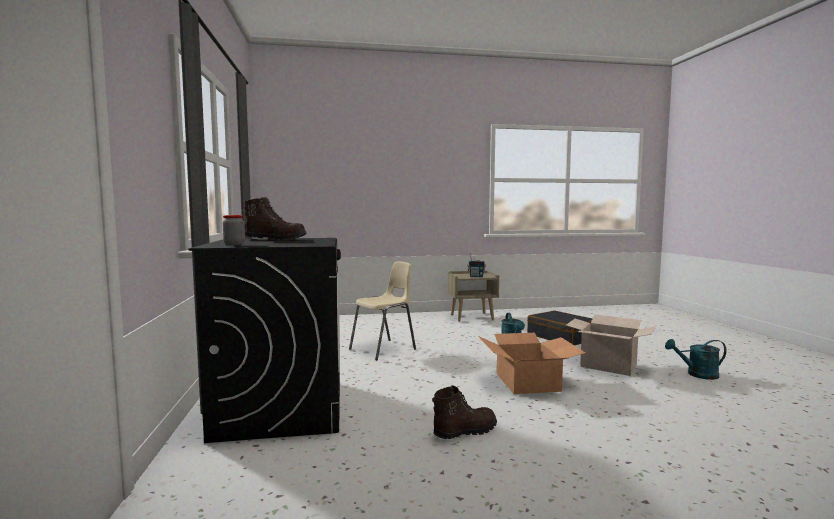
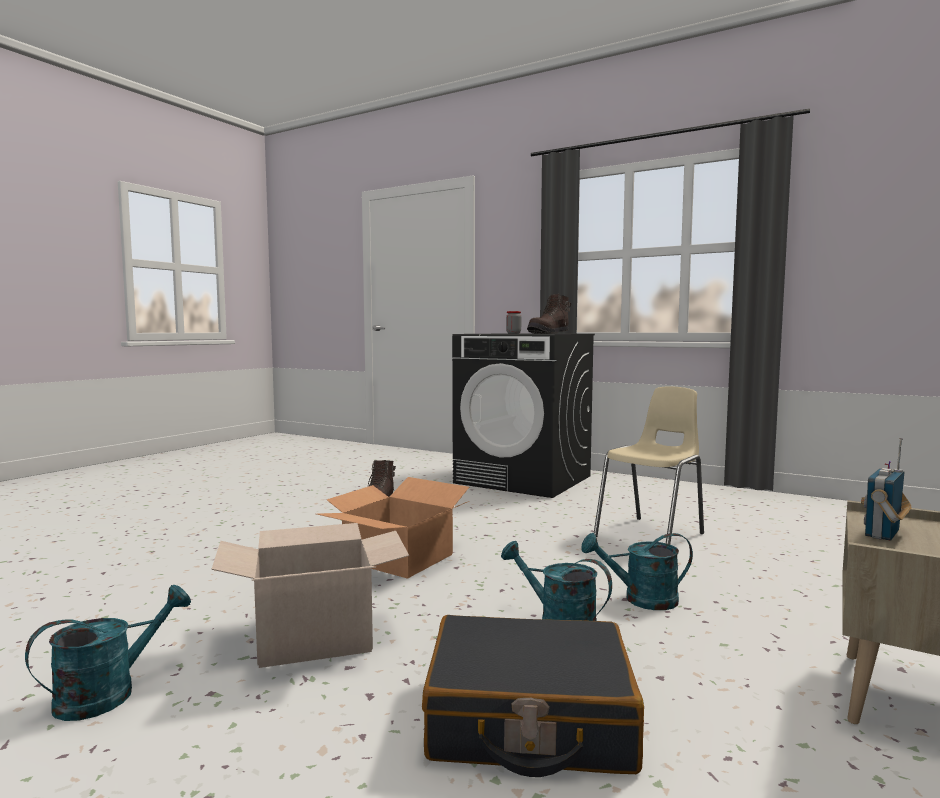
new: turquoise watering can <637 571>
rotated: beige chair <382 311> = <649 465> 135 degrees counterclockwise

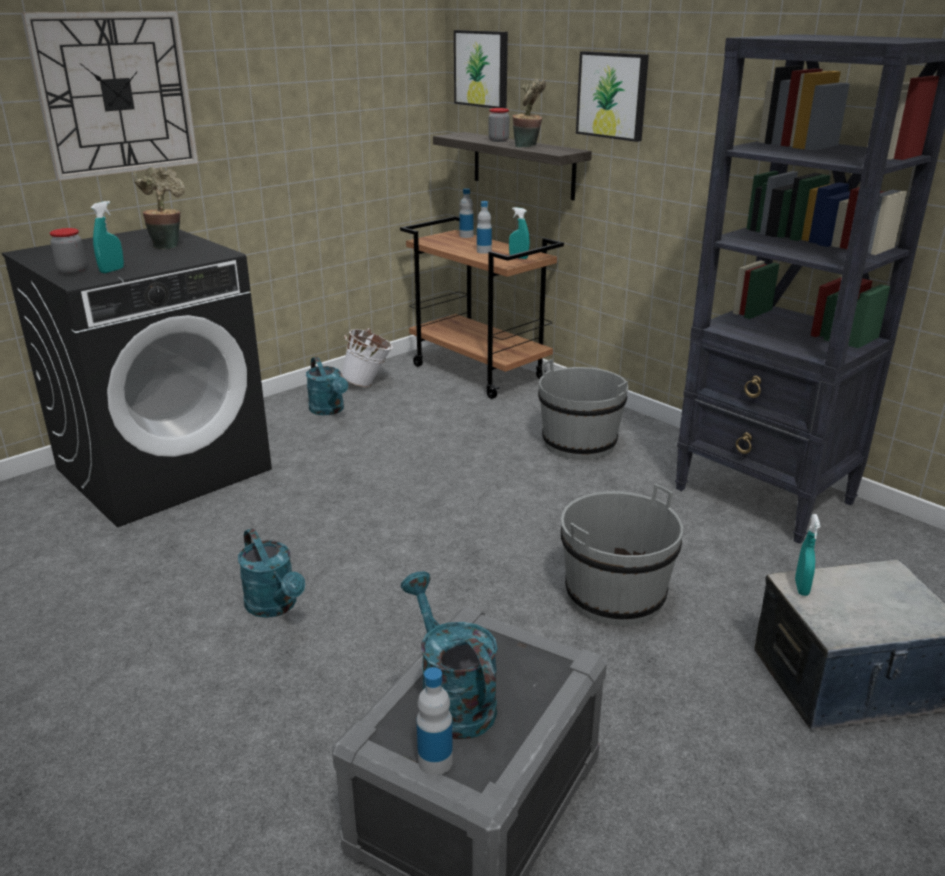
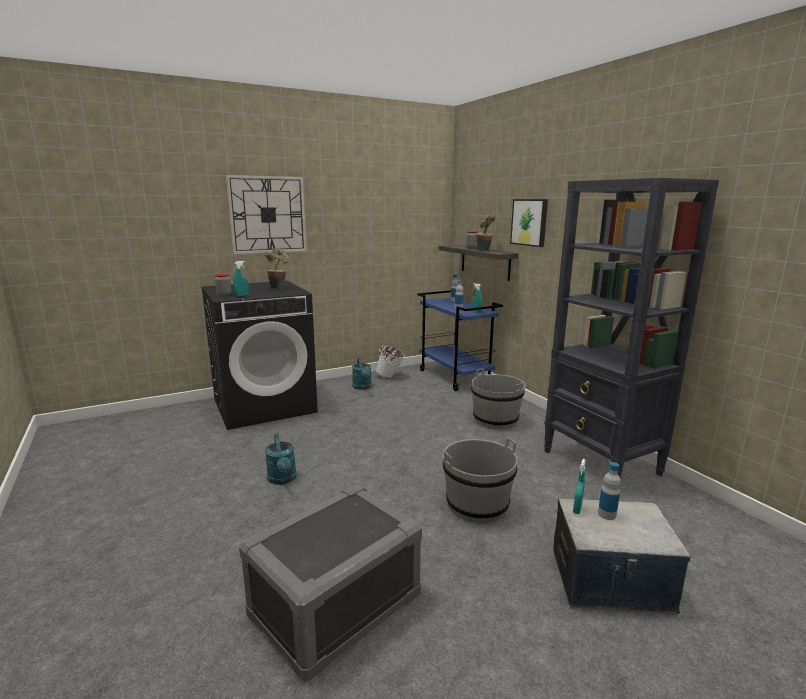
gone: turquoise watering can <449 655>; picture <481 69>
shifted: bottle <434 721> to <609 491>
repainted: brown cart <482 307> to blue cart <460 340>

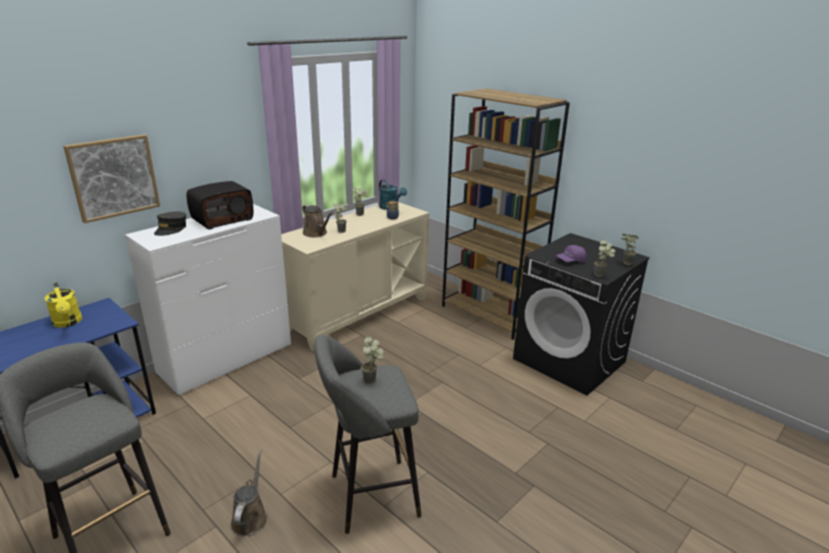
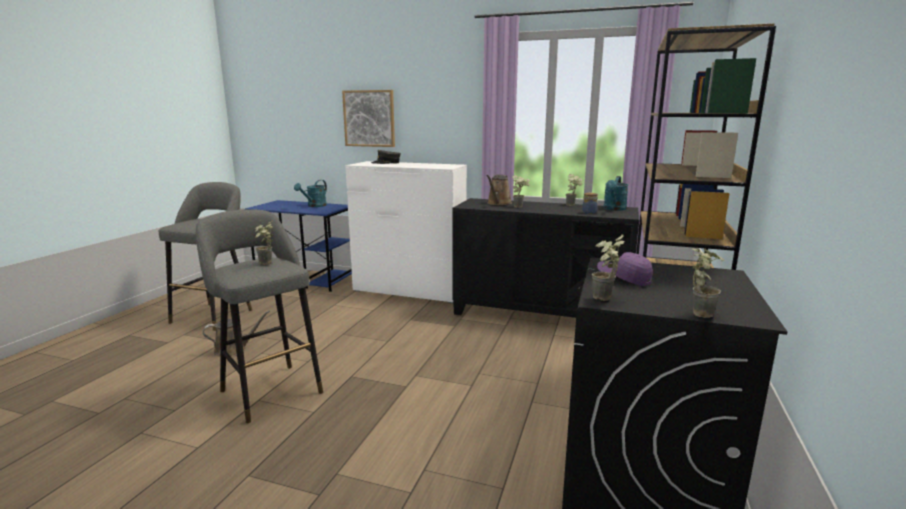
gone: radio <220 205>
repainted: yellow watering can <63 305> to turquoise watering can <310 193>; beige cabinet <355 277> to black cabinet <545 258>

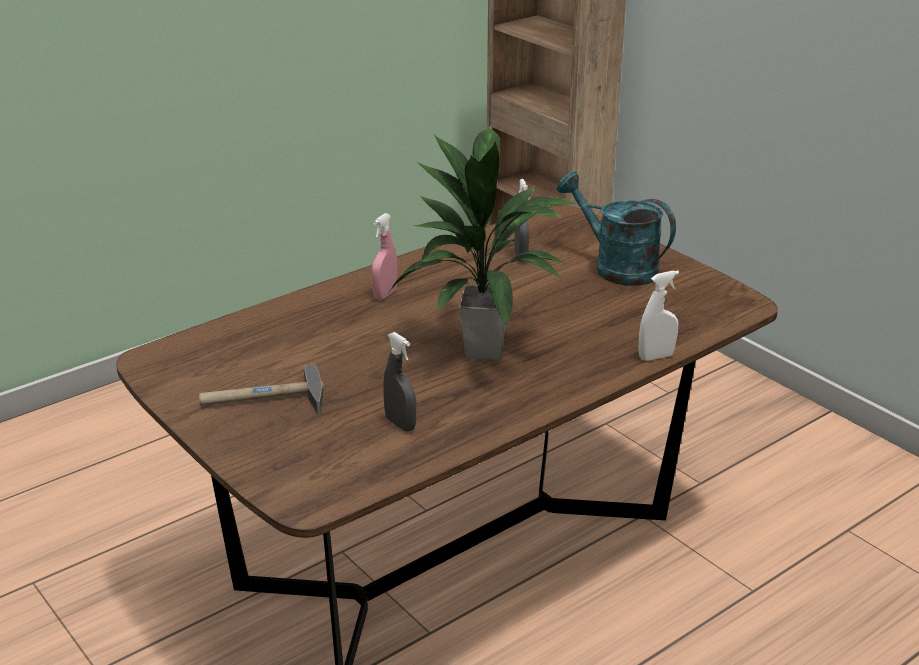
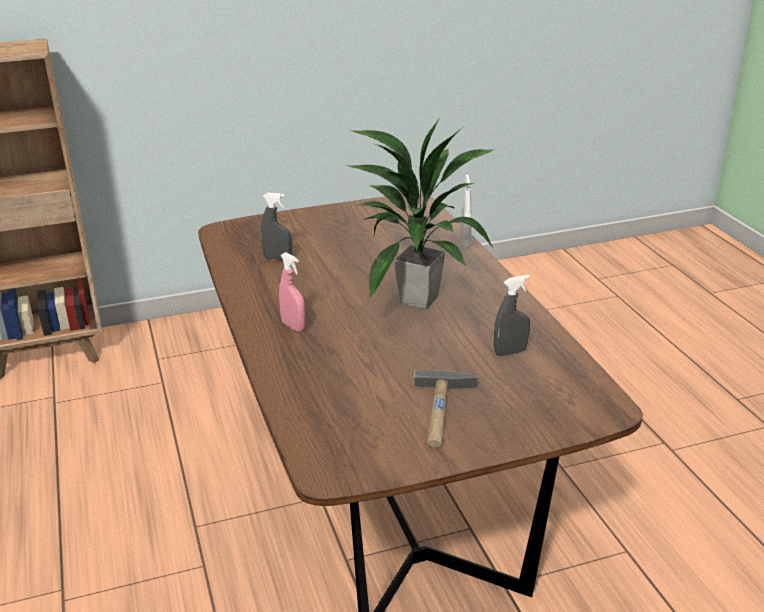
gone: turquoise watering can <616 229>

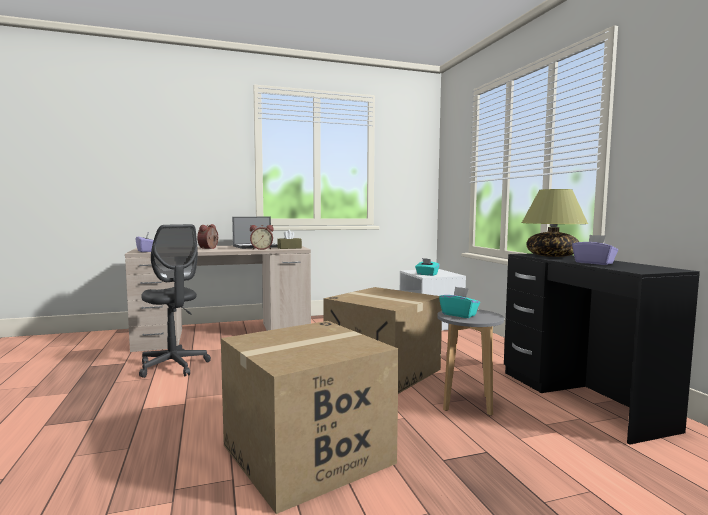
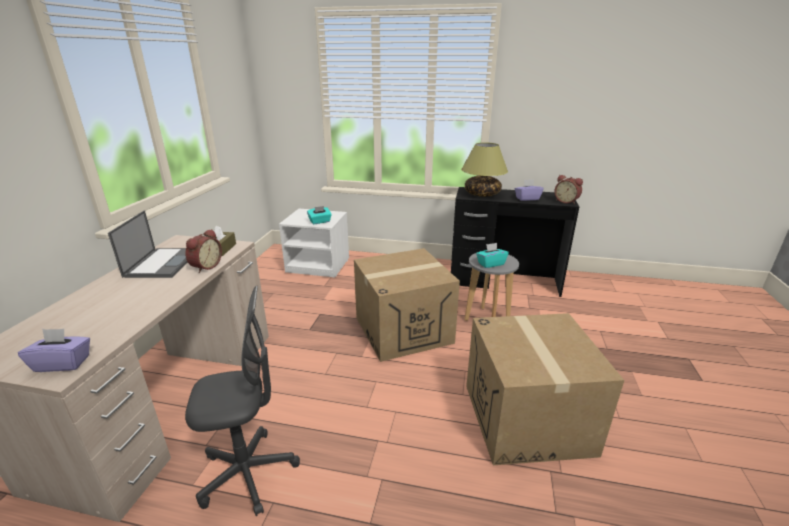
shifted: alarm clock <207 236> to <568 189>

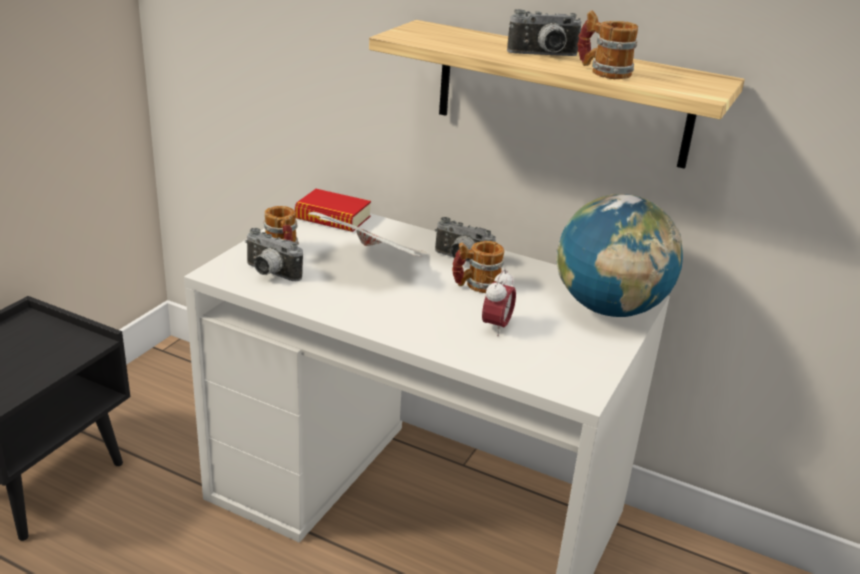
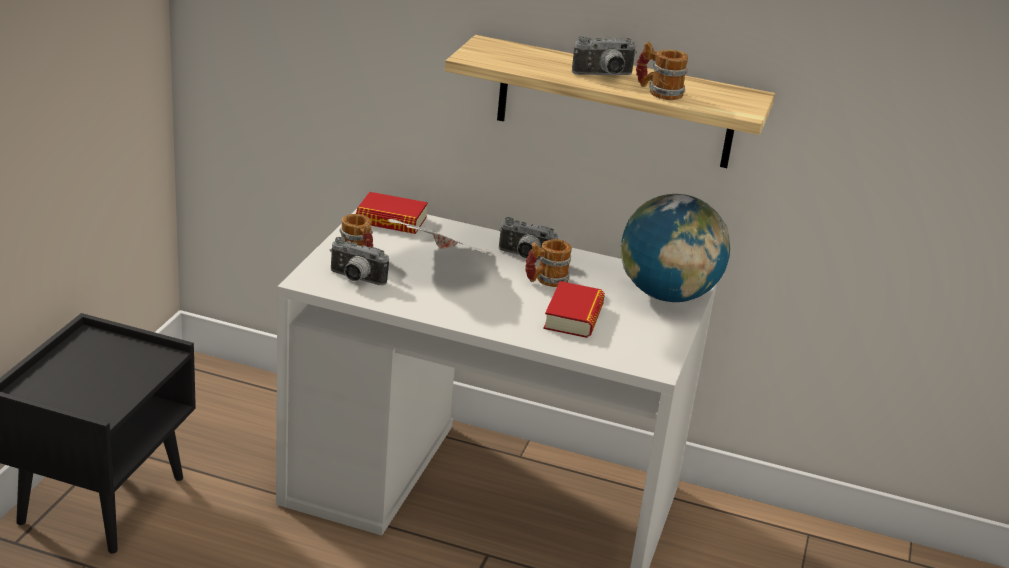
swapped: alarm clock <499 302> to book <574 309>

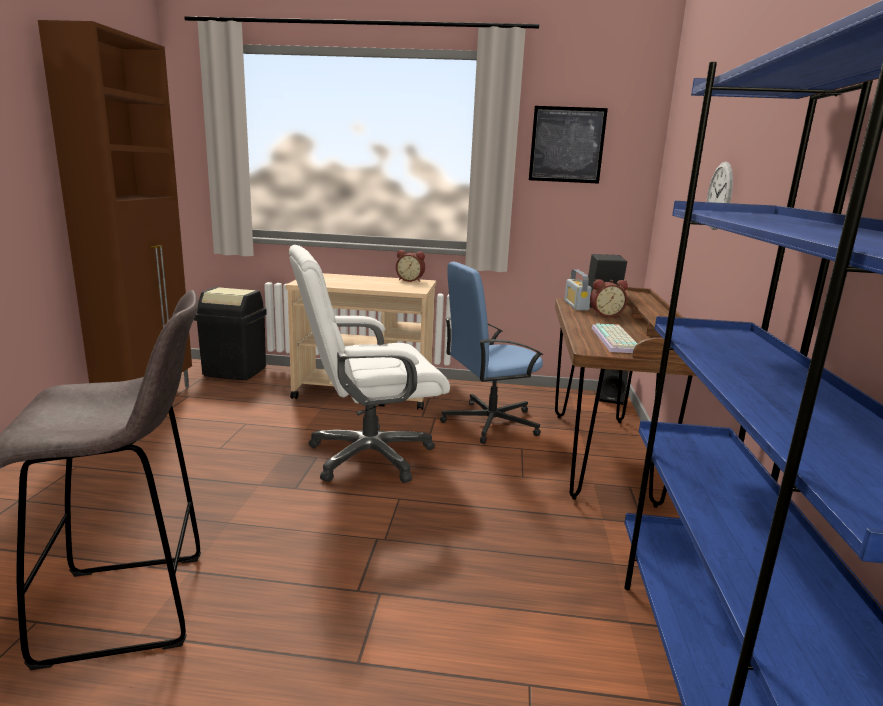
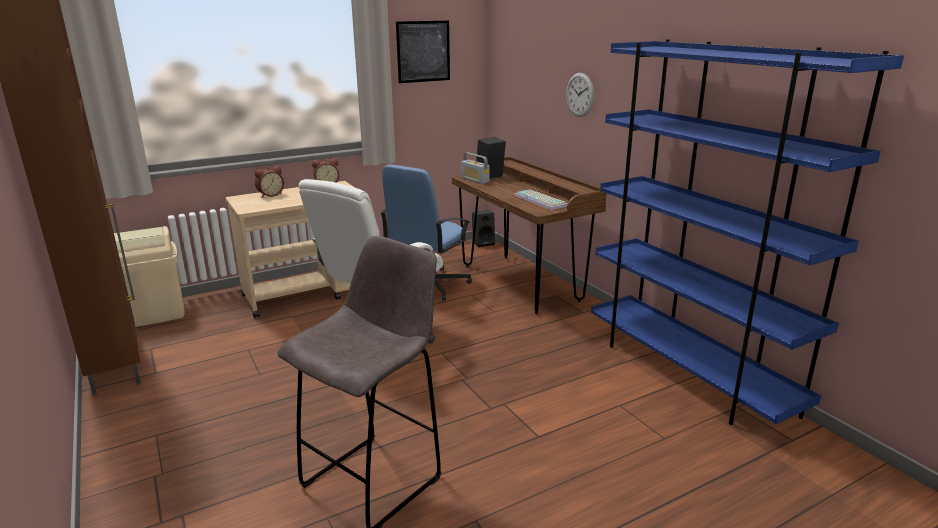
shifted: alarm clock <609 298> to <269 182>
repainted: black trash can <230 333> to beige trash can <149 276>

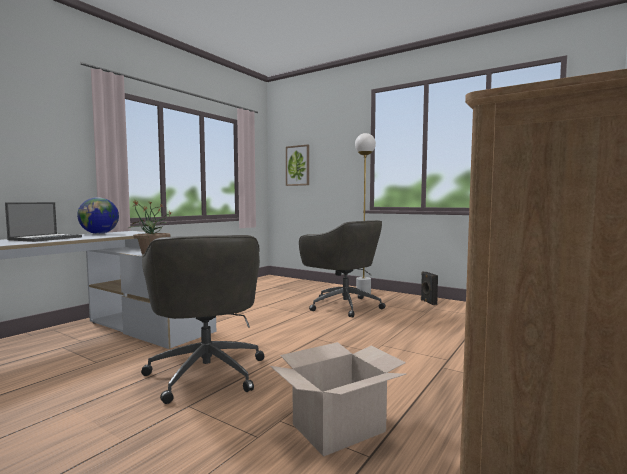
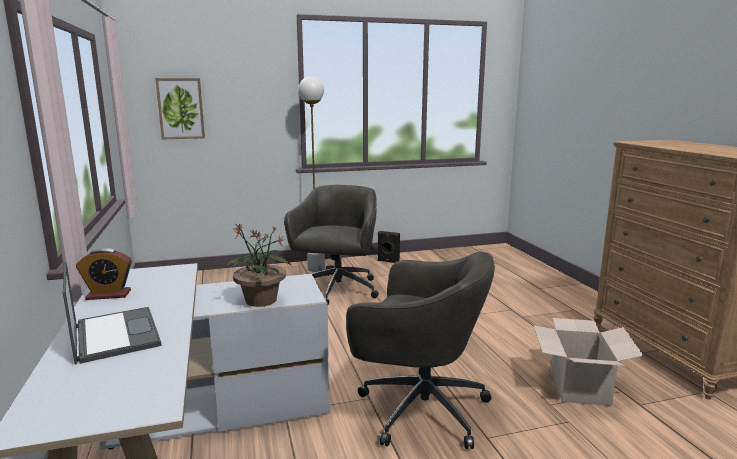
swapped: globe <98 215> to alarm clock <104 274>
rotated: grey office chair <342 269> = <331 245> 75 degrees counterclockwise

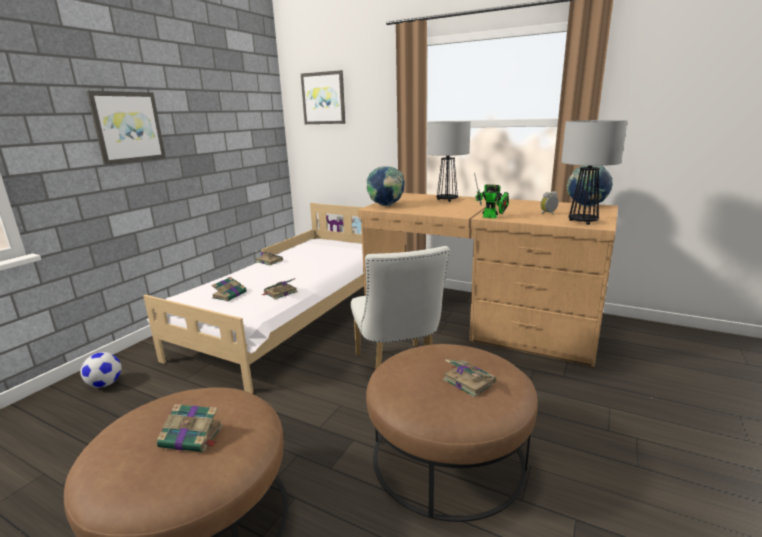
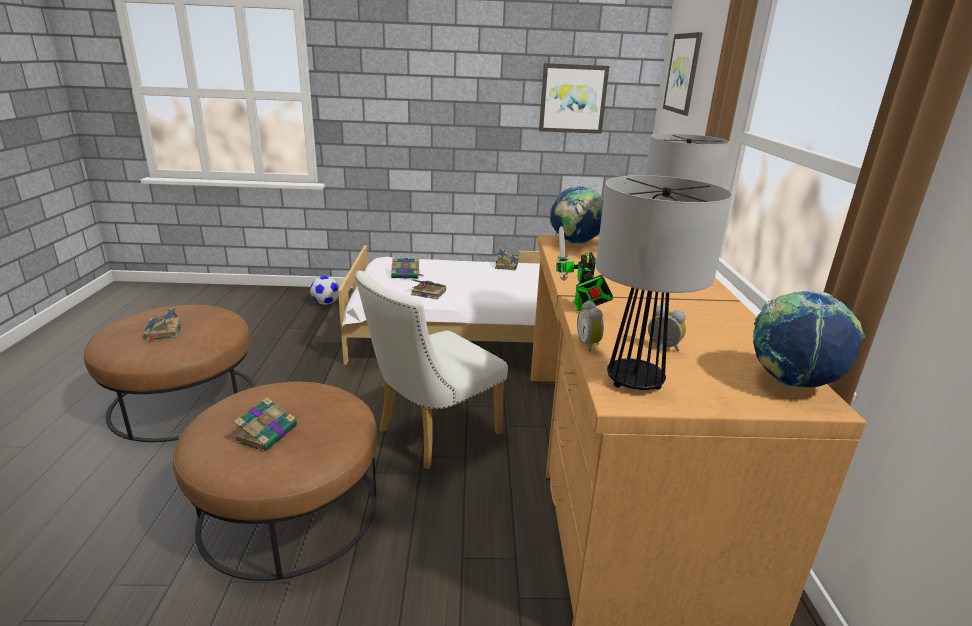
new: alarm clock <590 326>
shifted: picture <126 128> to <574 98>

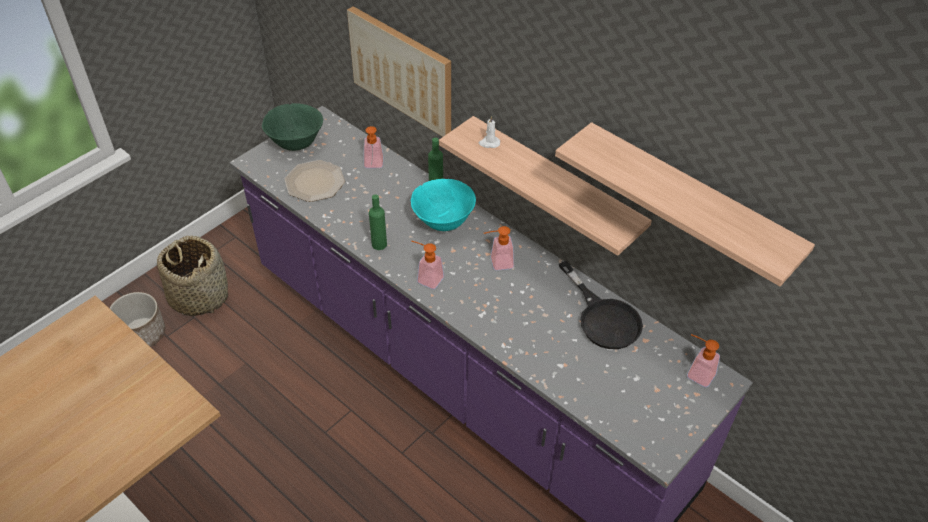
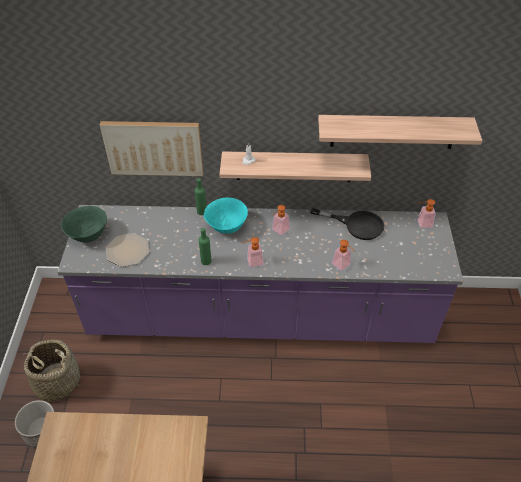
shifted: soap dispenser <374 147> to <343 255>

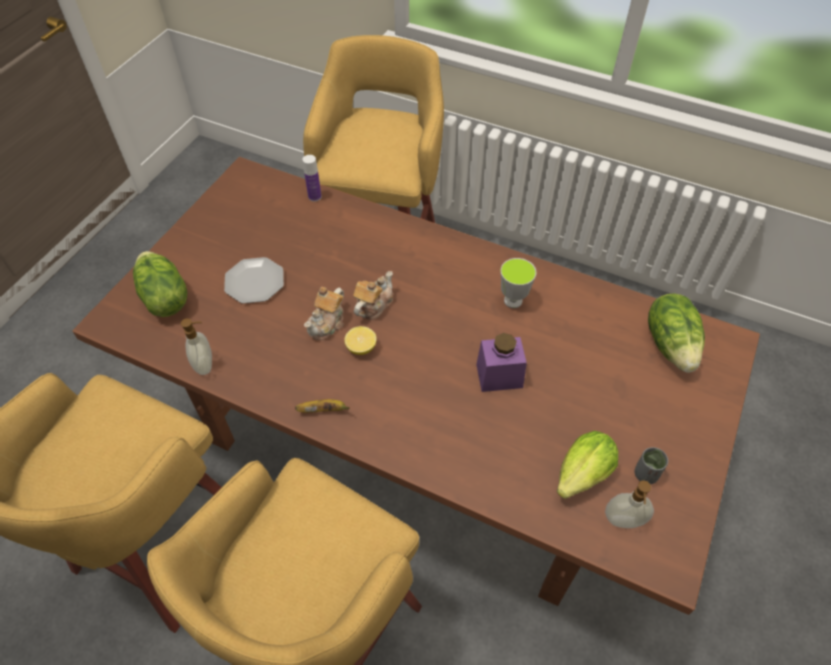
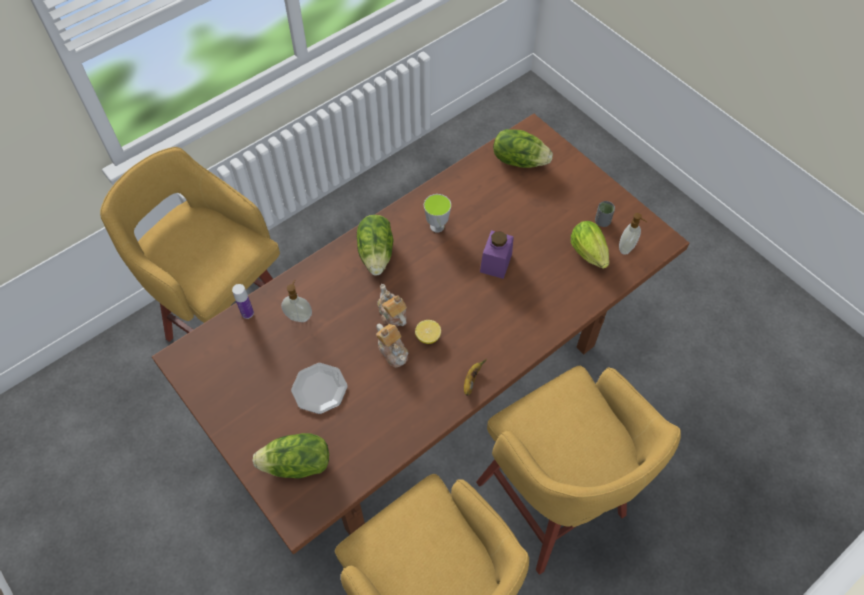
new: lettuce <375 245>
shifted: soap dispenser <196 346> to <296 301>

